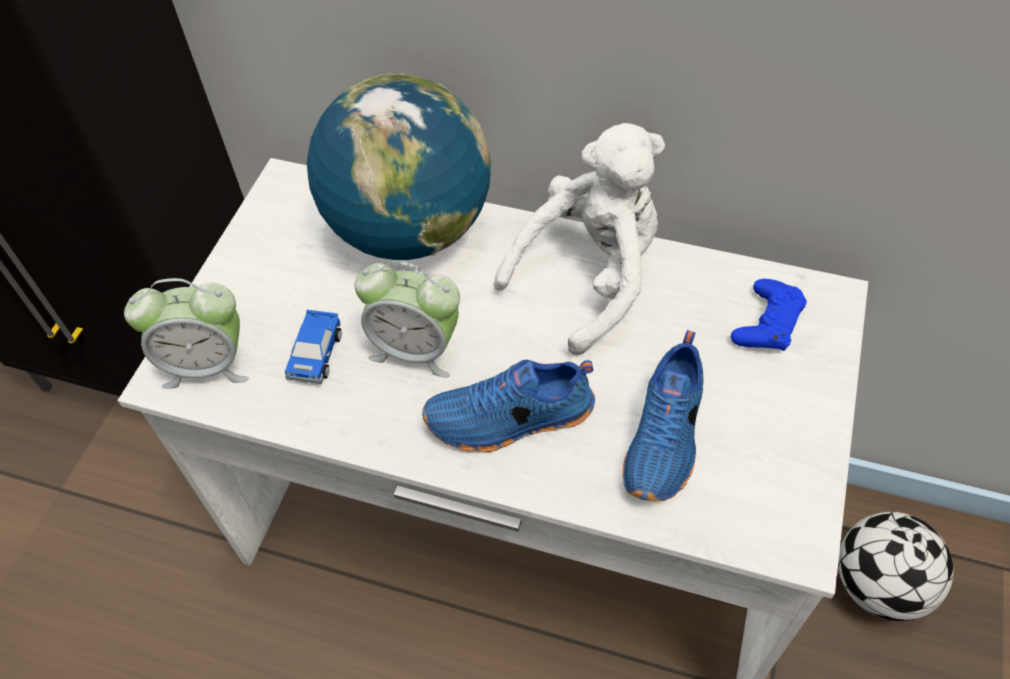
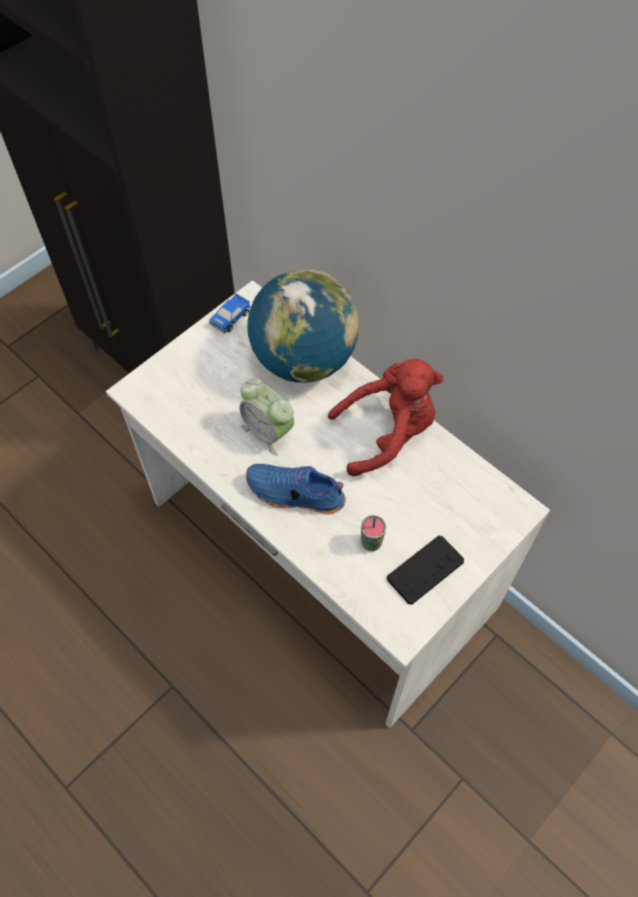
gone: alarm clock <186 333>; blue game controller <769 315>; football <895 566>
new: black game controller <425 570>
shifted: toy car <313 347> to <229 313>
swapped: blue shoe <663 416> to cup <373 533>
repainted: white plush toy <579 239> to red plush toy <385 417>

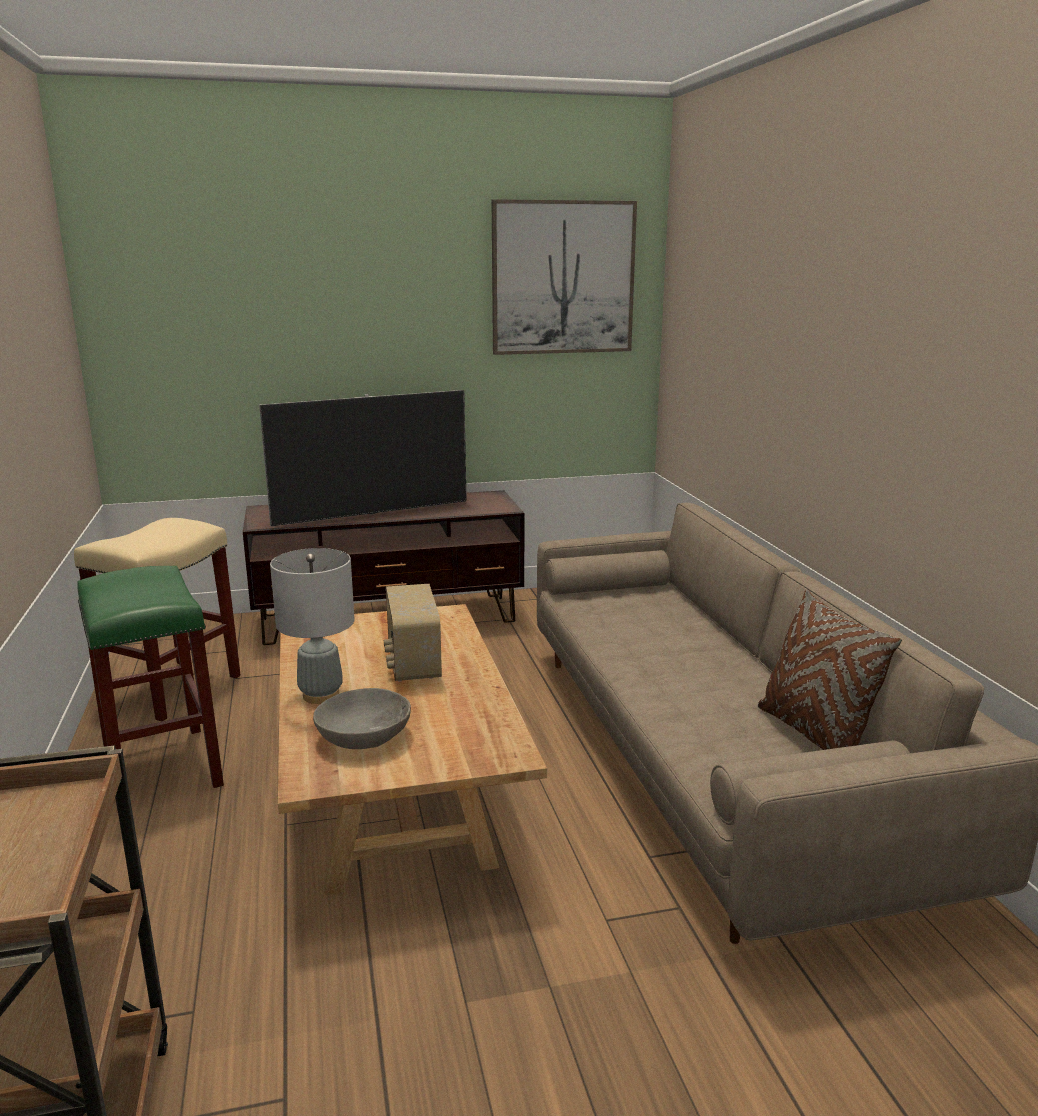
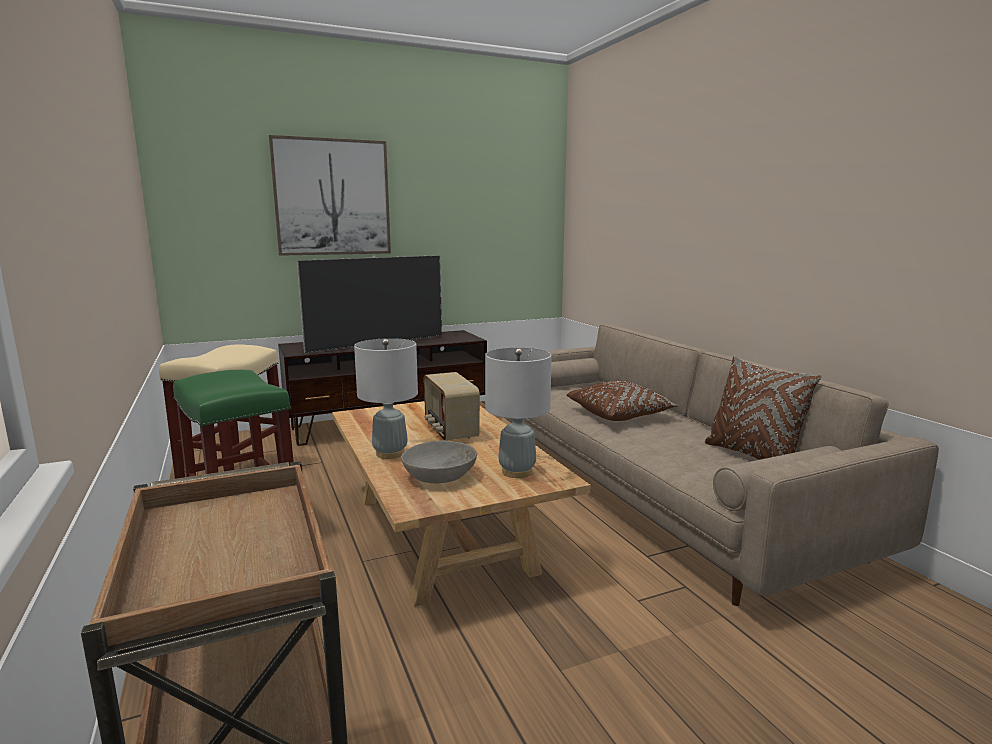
new: grey table lamp <518 413>; brown pillow <622 401>
shifted: picture <564 277> to <330 195>

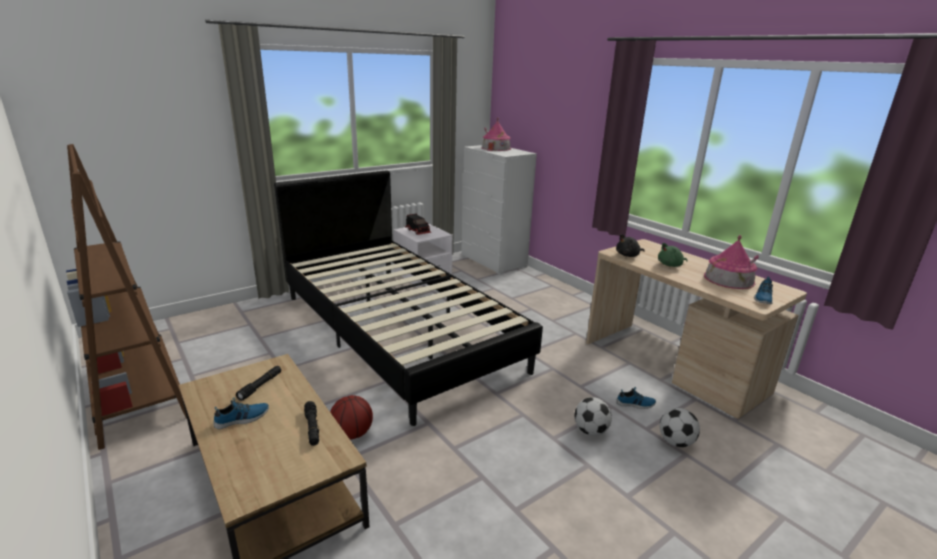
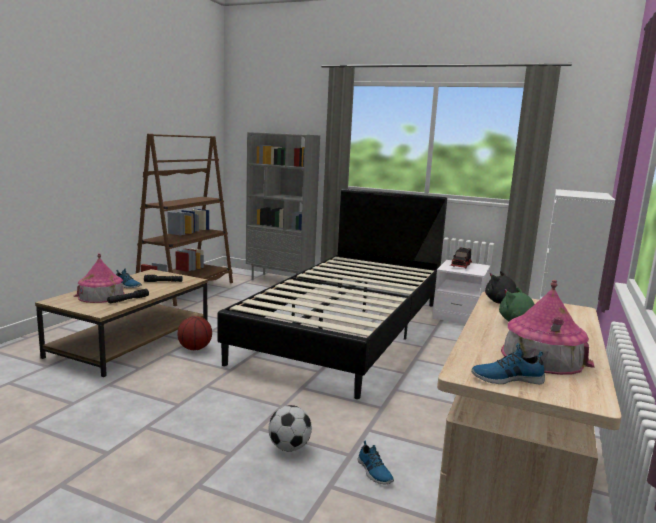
gone: football <680 427>
new: grey bookcase <283 206>
shifted: toy house <496 134> to <99 278>

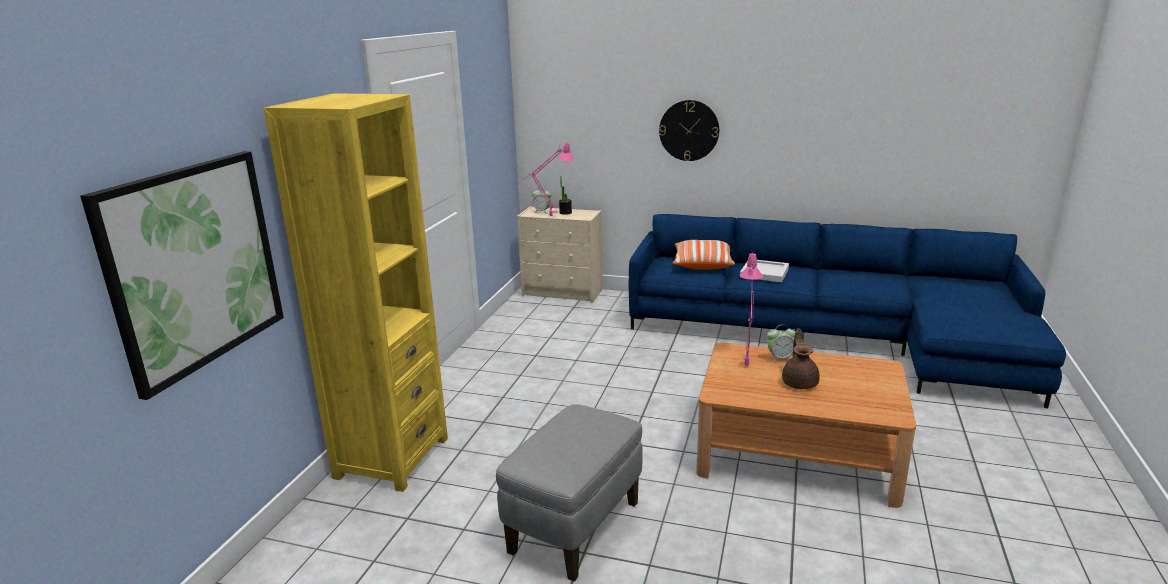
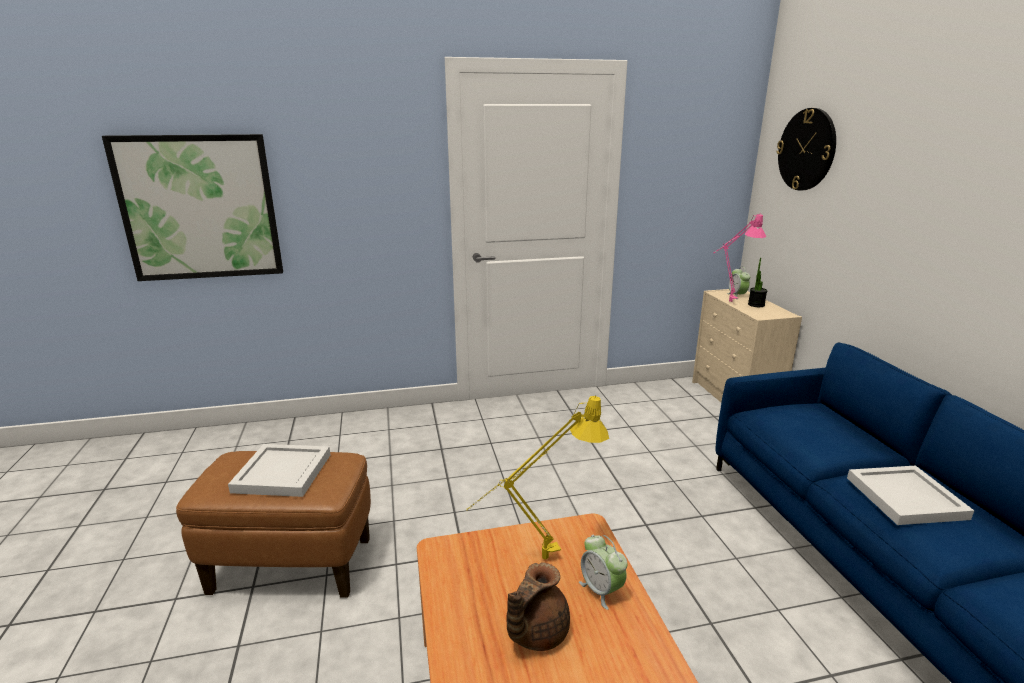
gone: yellow bookcase <355 292>; pillow <704 255>
new: white tray <279 470>
shifted: wall clock <689 130> to <806 149>
repainted: grey ottoman <569 492> to brown ottoman <273 524>; pink table lamp <751 309> to yellow table lamp <538 477>
rotated: brown teapot <801 358> = <538 606> 150 degrees clockwise

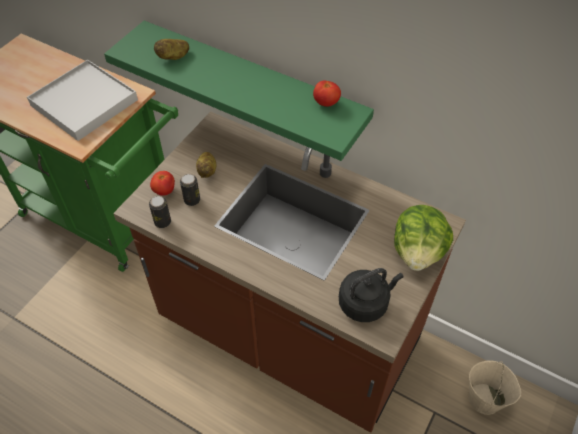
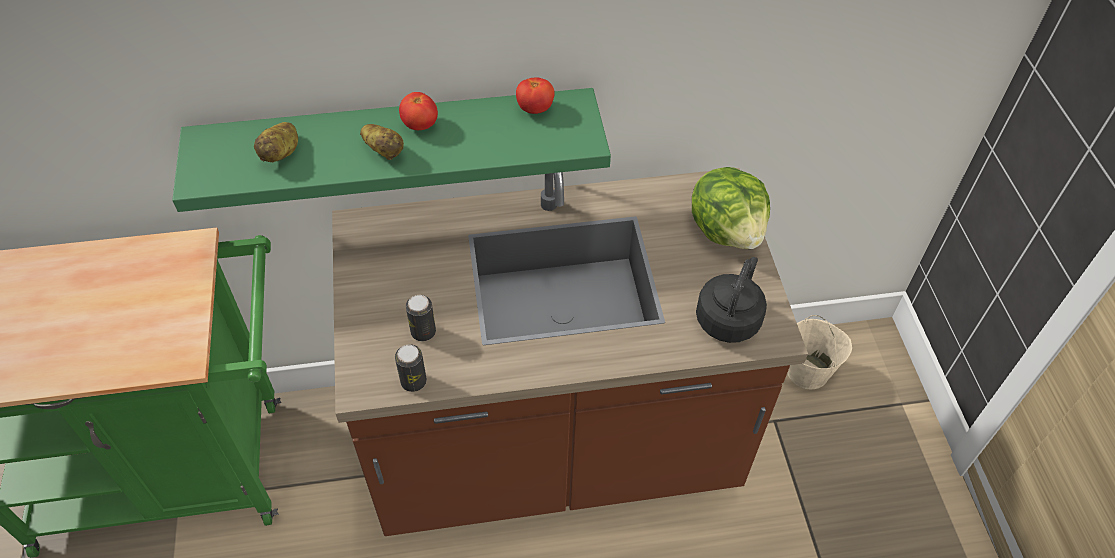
gone: white tray <82 100>
shifted: tomato <162 183> to <418 111>; potato <206 165> to <382 142>

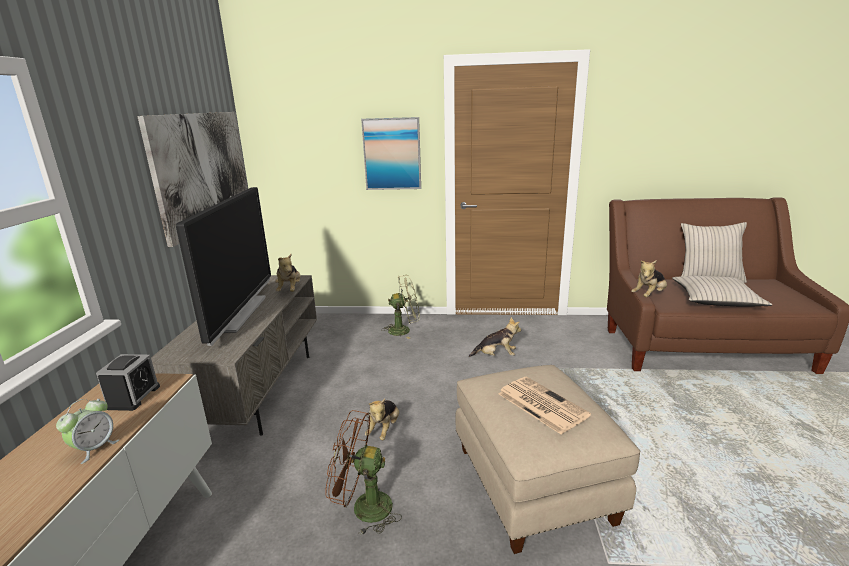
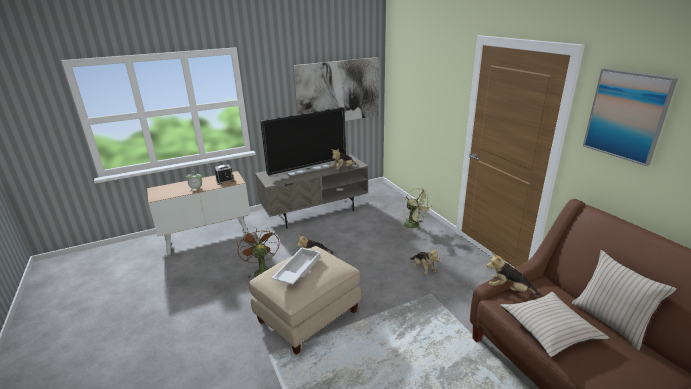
shifted: picture <391 153> to <630 117>
swapped: newspaper <544 405> to white tray <296 266>

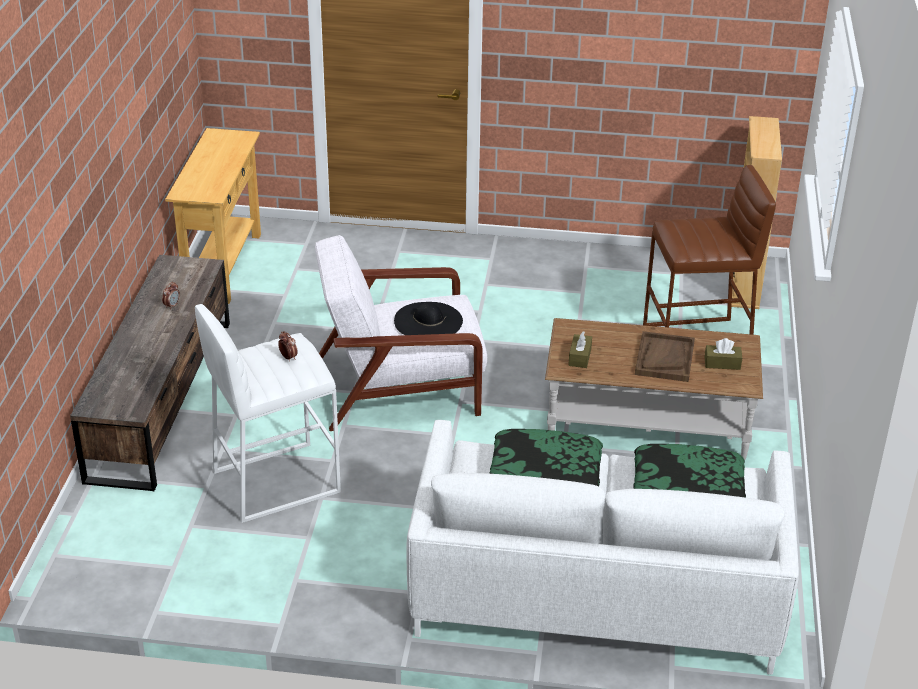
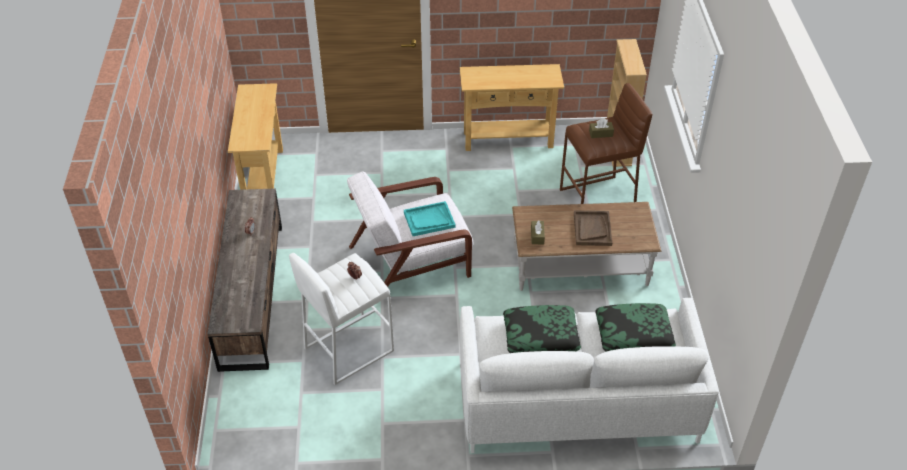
new: beige console table <512 107>
shifted: brown tissue box <723 354> to <601 128>
swapped: black hat <428 318> to turquoise tray <430 218>

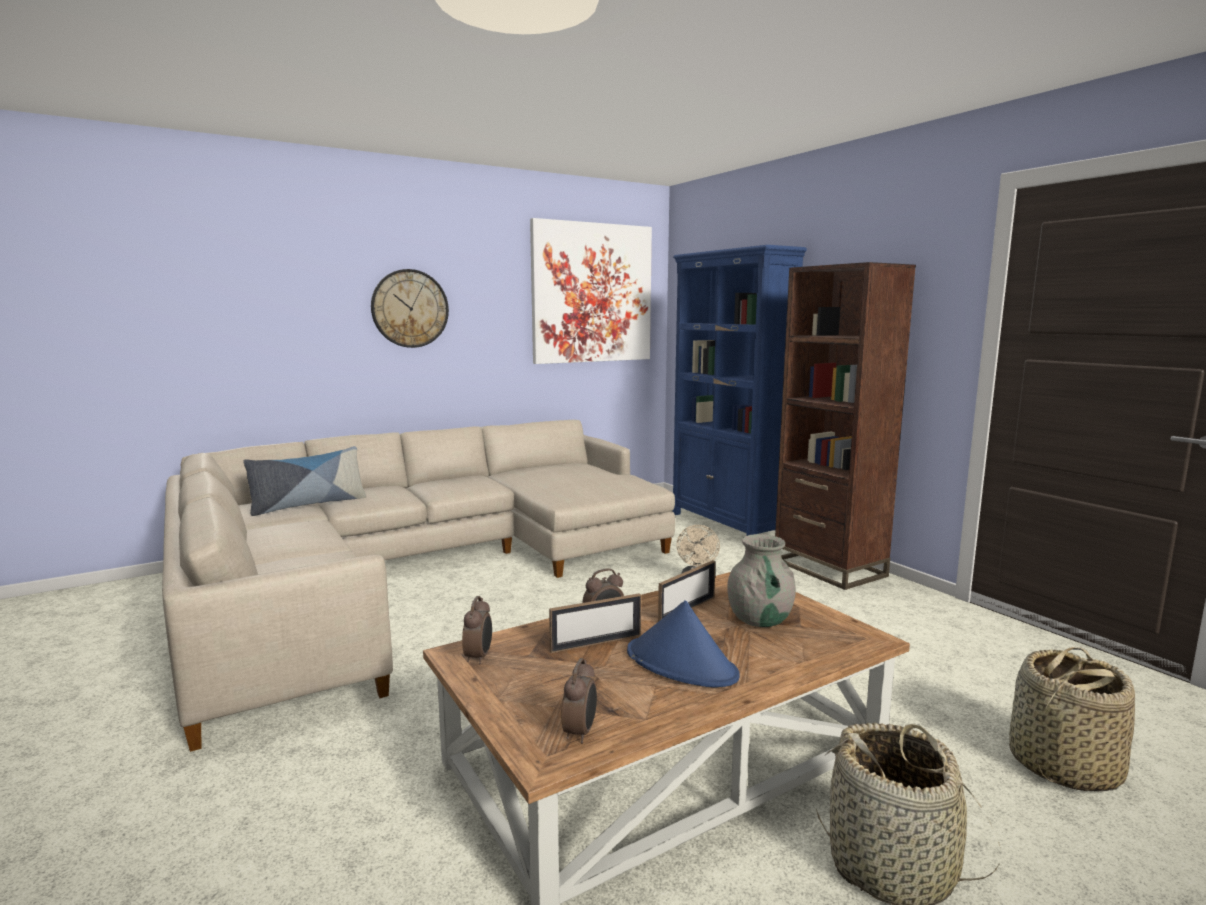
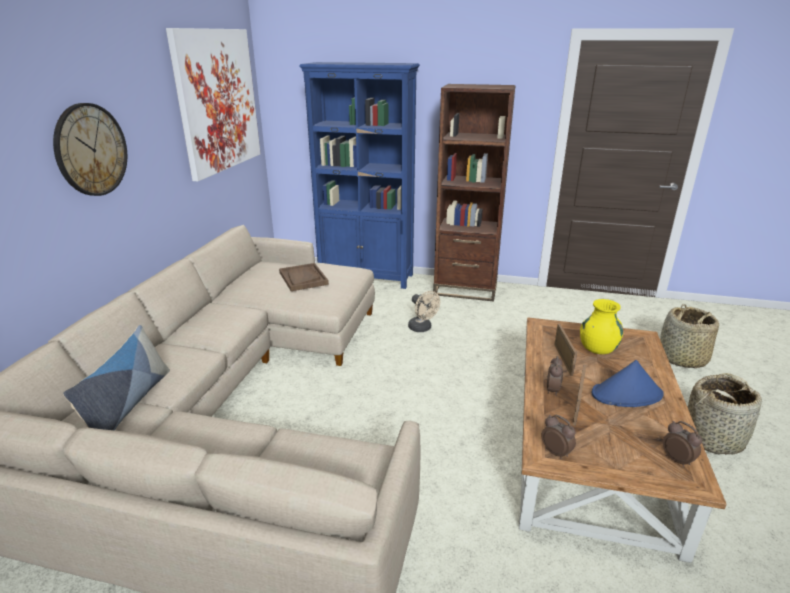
new: brown tray <304 277>
repainted: grey vase <761 580> to yellow vase <601 326>

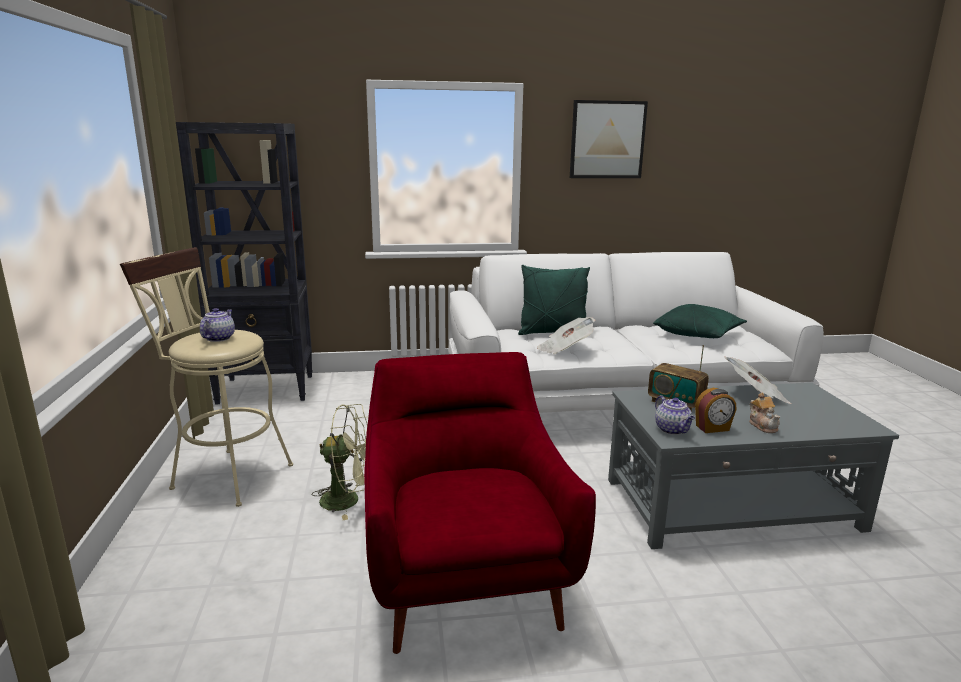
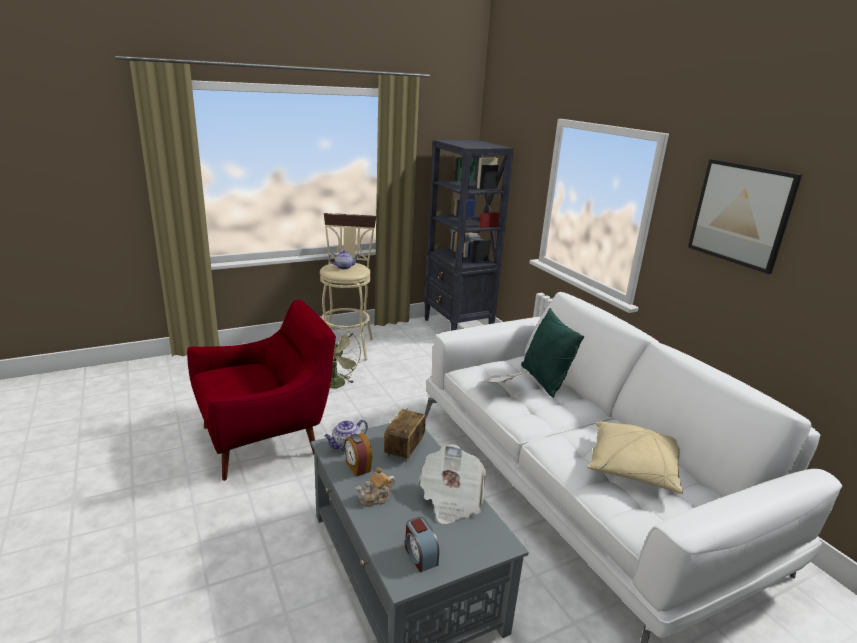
new: alarm clock <422 544>
repainted: green pillow <700 321> to beige pillow <635 457>

